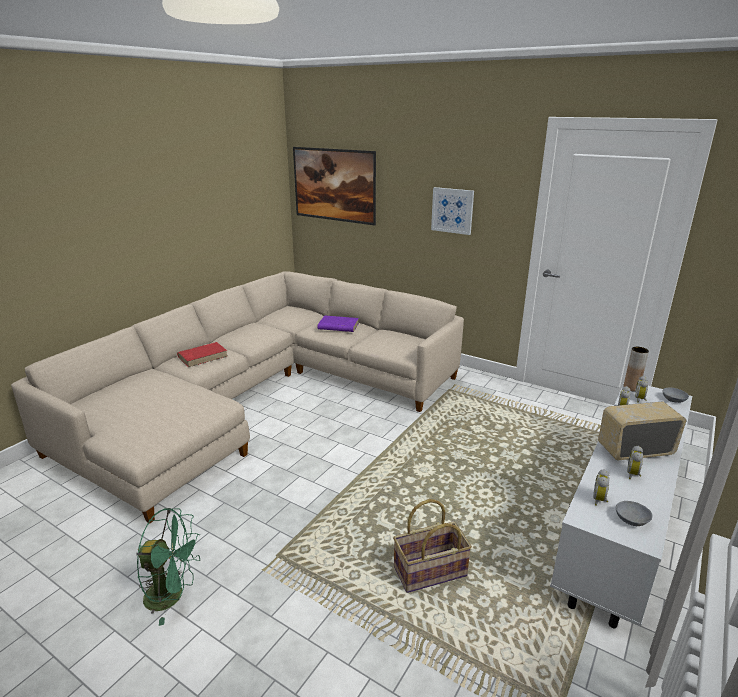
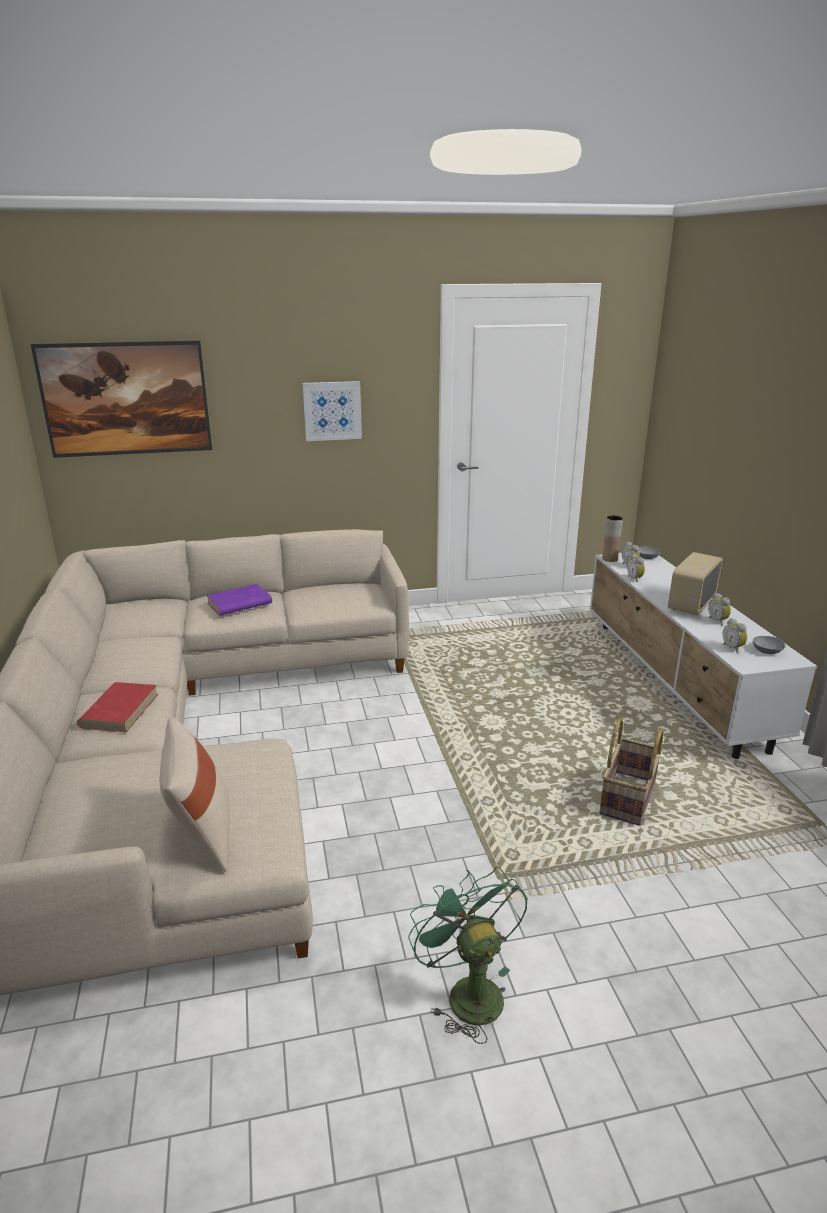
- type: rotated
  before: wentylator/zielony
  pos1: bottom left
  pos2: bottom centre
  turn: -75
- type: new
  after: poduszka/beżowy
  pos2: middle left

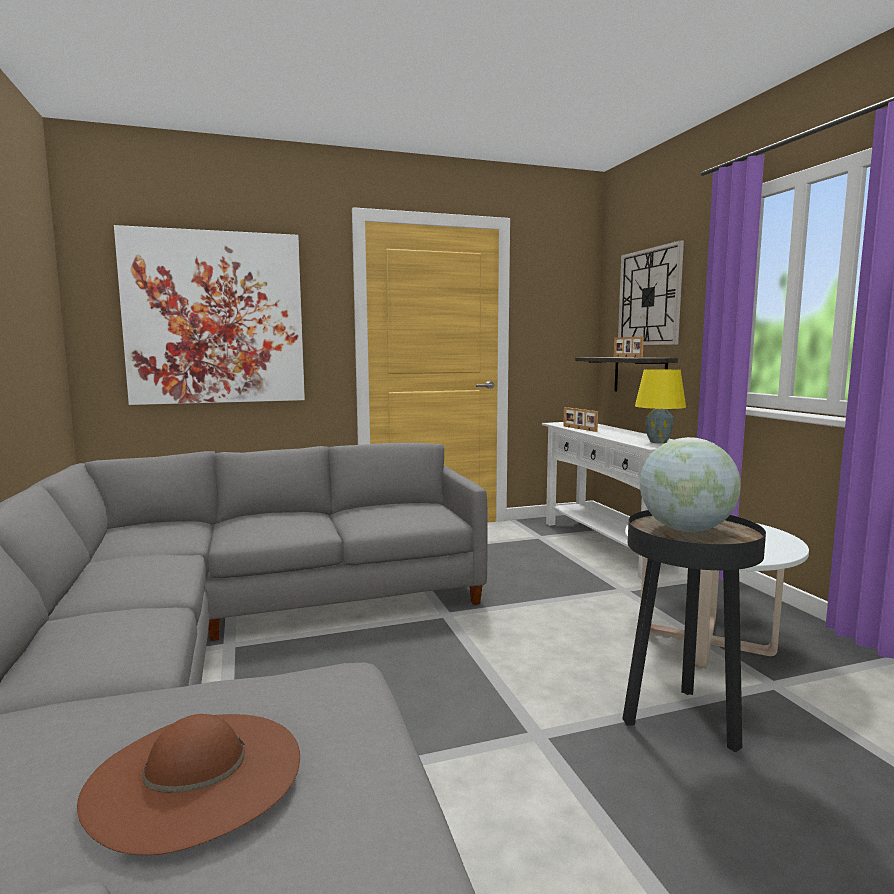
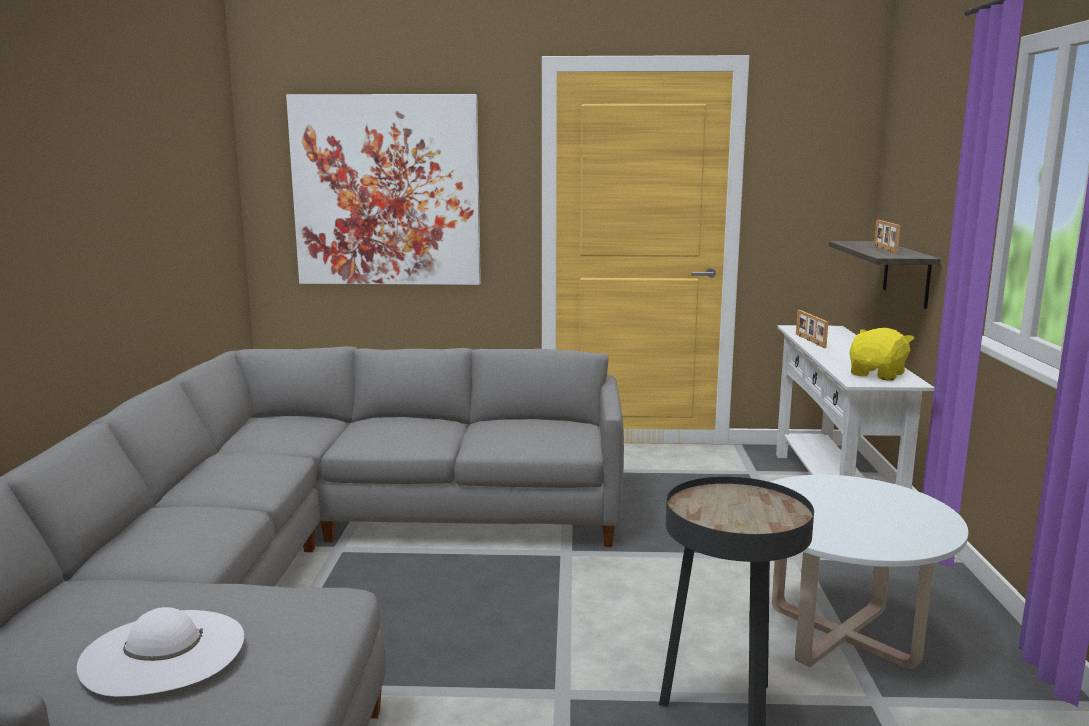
- type: repainted
  before: kapelusz/brązowy
  after: kapelusz/biały
  pos1: bottom left
  pos2: bottom left
- type: gone
  before: zegar ścienny
  pos1: top right
- type: swapped
  before: lampa stołowa/żółty
  after: pluszak/żółty
  pos1: middle right
  pos2: middle right
- type: gone
  before: globus
  pos1: middle right

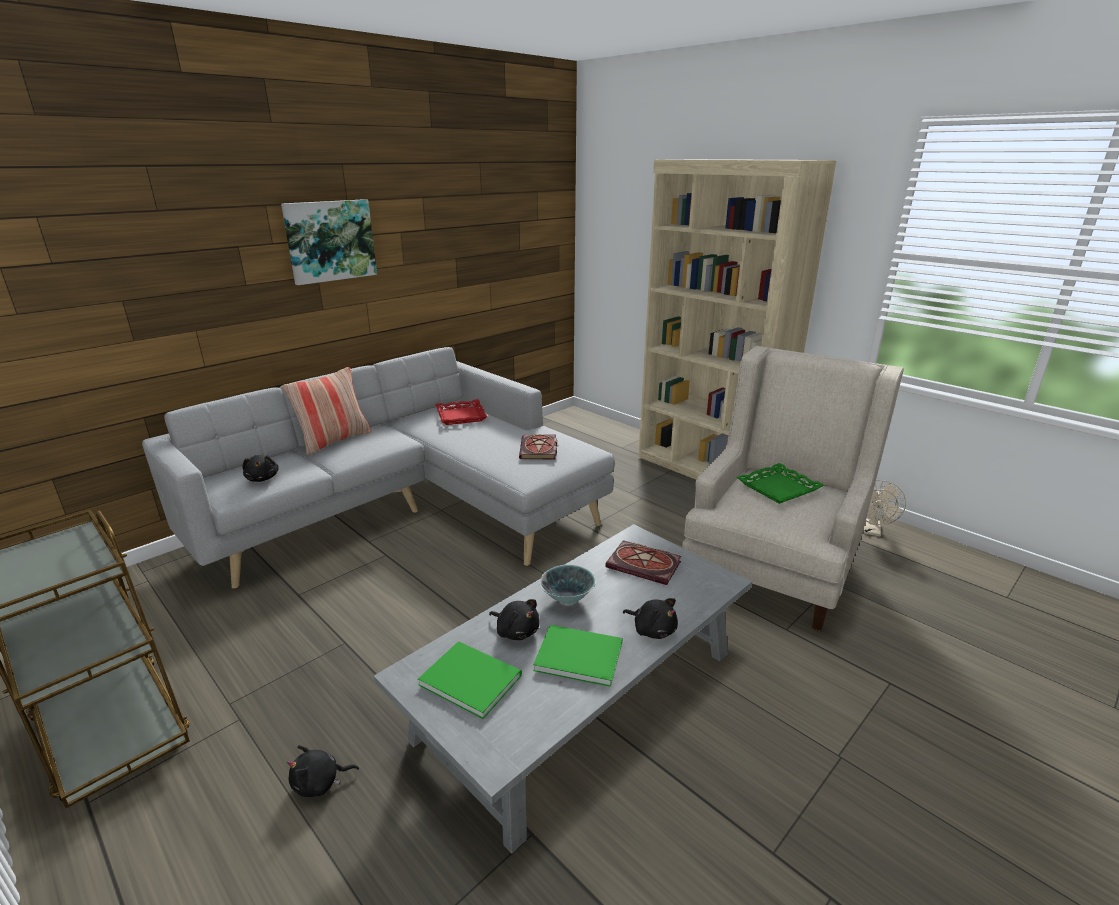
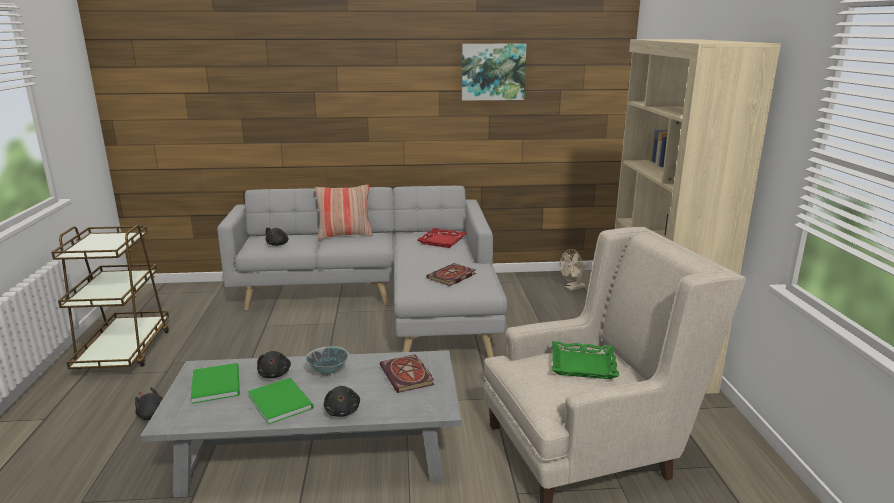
- type: shifted
  before: obraz
  pos1: top left
  pos2: top centre
- type: shifted
  before: wentylator/beżowy
  pos1: middle right
  pos2: centre

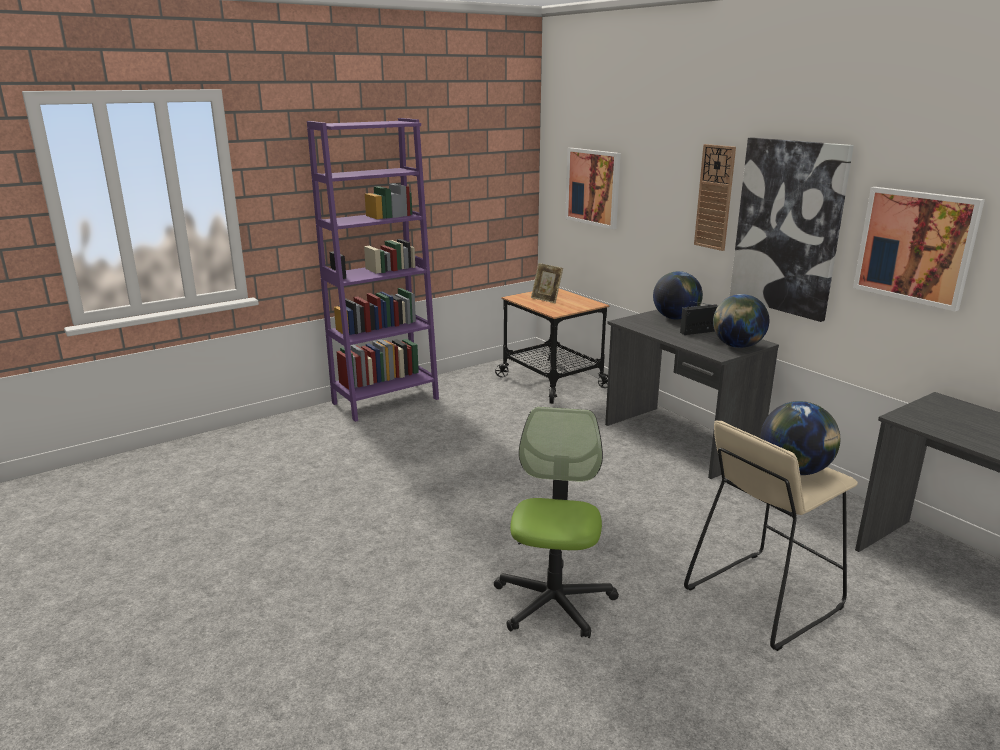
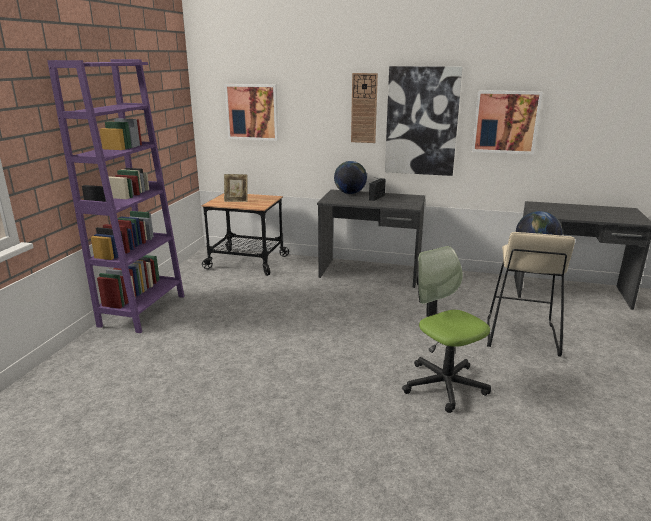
- type: gone
  before: globus (no. 2 from left)
  pos1: middle right

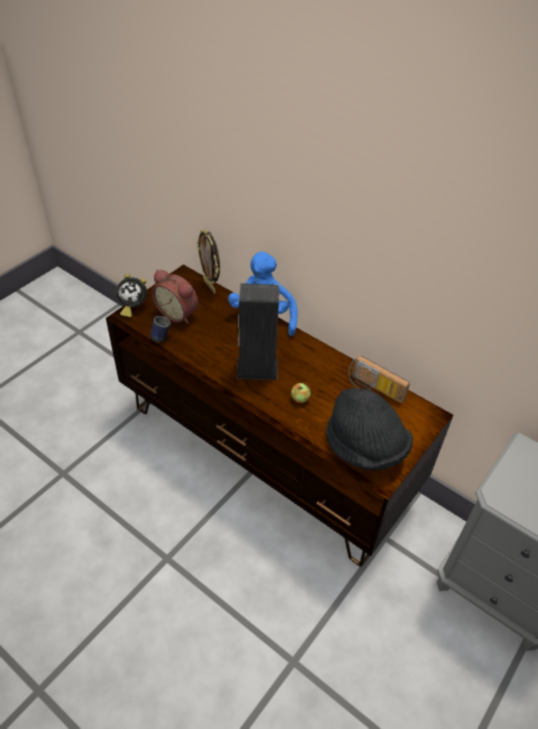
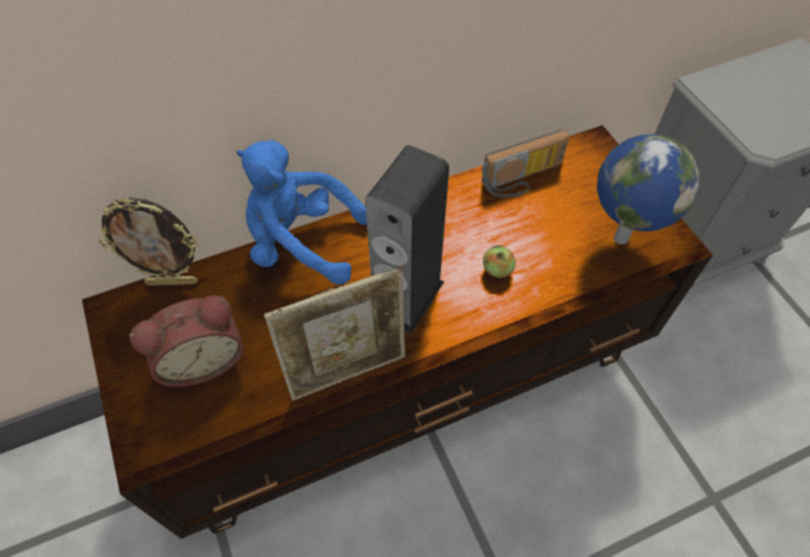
- type: gone
  before: budzik (no. 1 from left)
  pos1: middle left
- type: gone
  before: kubek/niebieski
  pos1: middle left
- type: swapped
  before: kapelusz/czarny
  after: globus
  pos1: middle right
  pos2: middle right
- type: new
  after: ramka na zdjęcie (no. 2 from left)
  pos2: centre

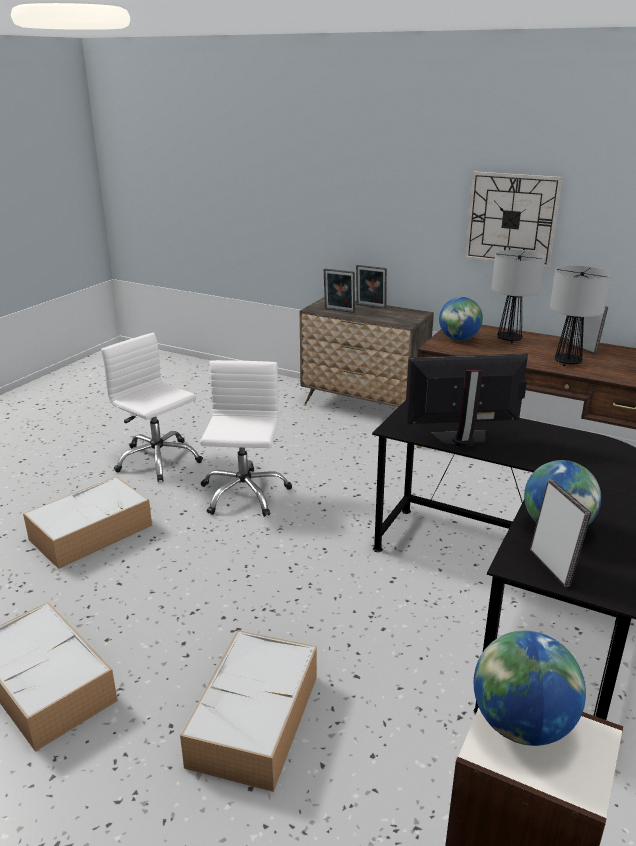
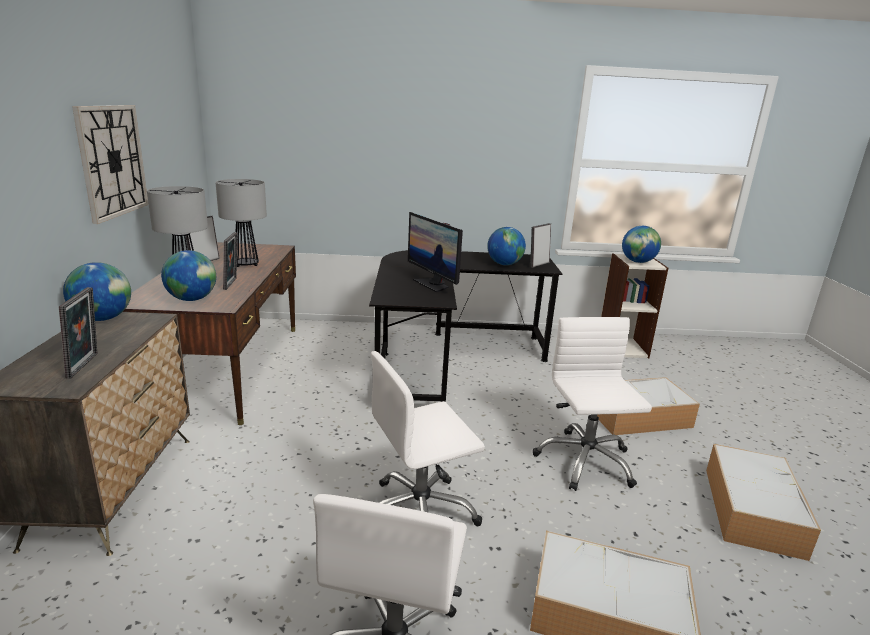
- type: shifted
  before: ramka na zdjęcie (no. 2 from left in the first image)
  after: ramka na zdjęcie (no. 3 from left)
  pos1: centre
  pos2: middle left
- type: new
  after: globus (no. 1 from left)
  pos2: middle left
- type: new
  after: krzesło biurowe/biały (no. 3 from left)
  pos2: middle right

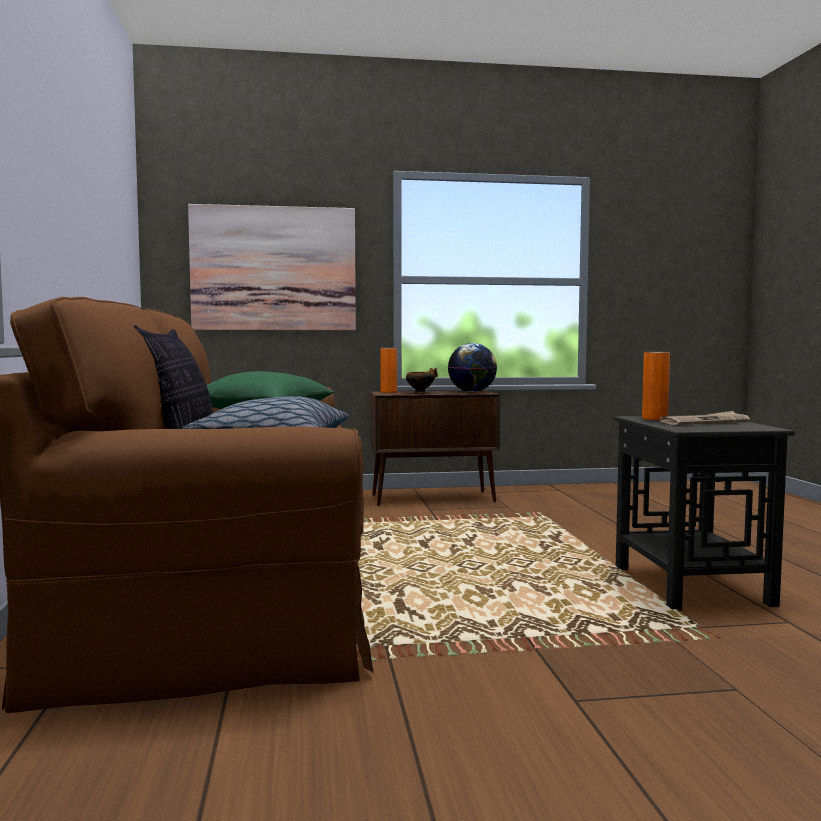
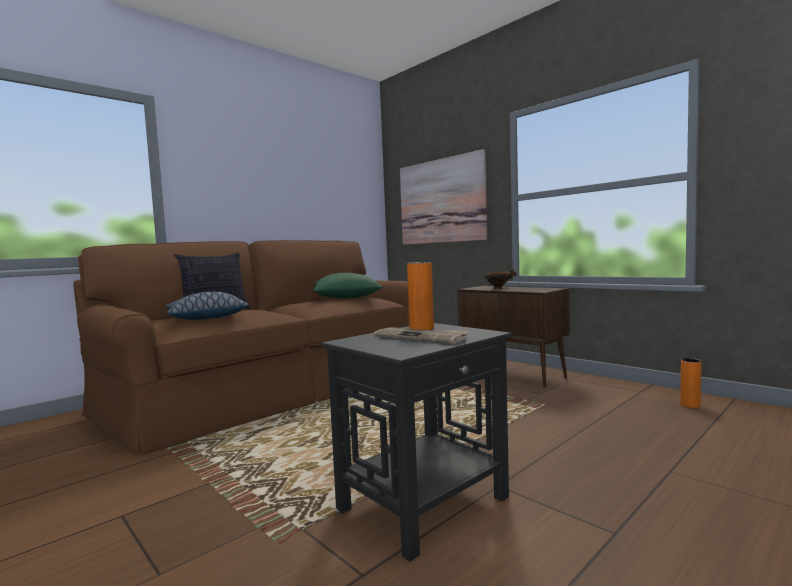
- type: shifted
  before: wazon/pomarańczowy (no. 1 from left in the first image)
  after: wazon/pomarańczowy (no. 2 from left)
  pos1: centre
  pos2: middle right
- type: gone
  before: globus
  pos1: centre

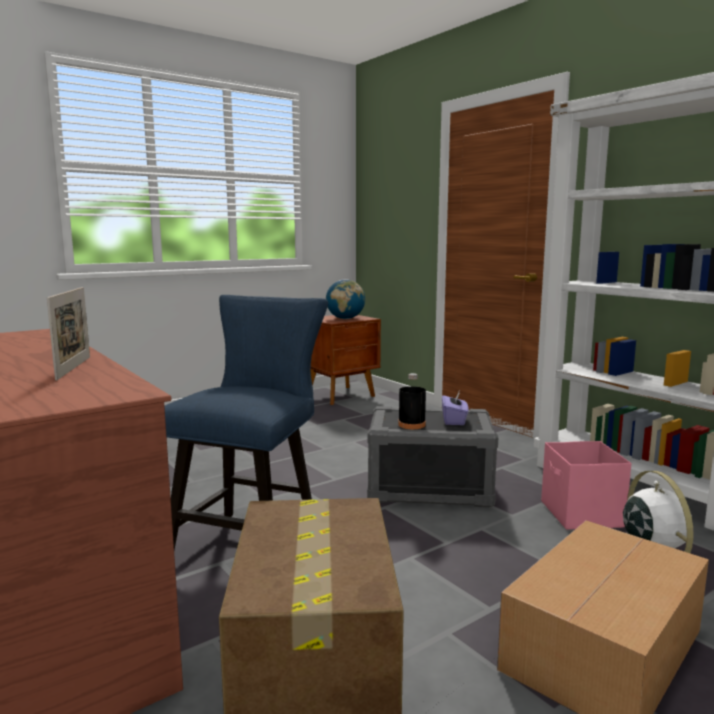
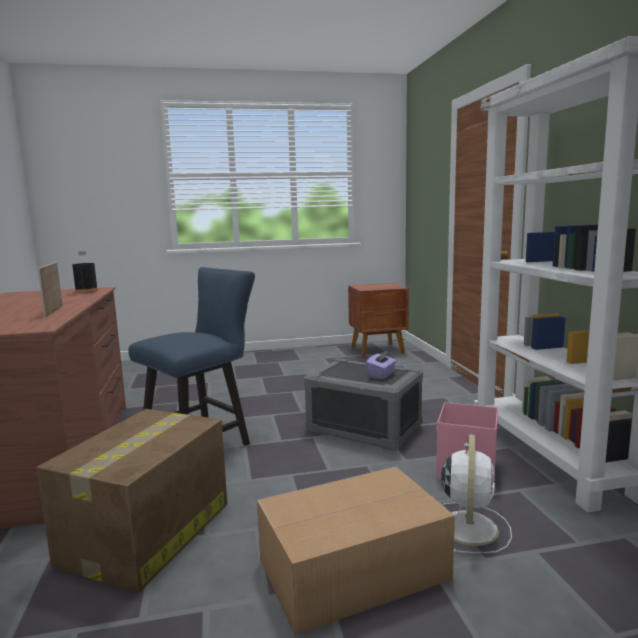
- type: rotated
  before: ramka na zdjęcie
  pos1: middle left
  pos2: middle left
  turn: 150
- type: gone
  before: globus
  pos1: centre
- type: shifted
  before: butelka/czarny
  pos1: centre
  pos2: middle left

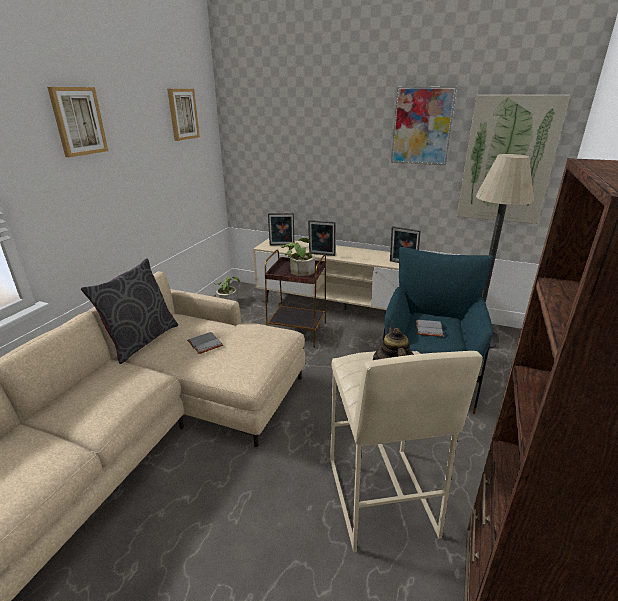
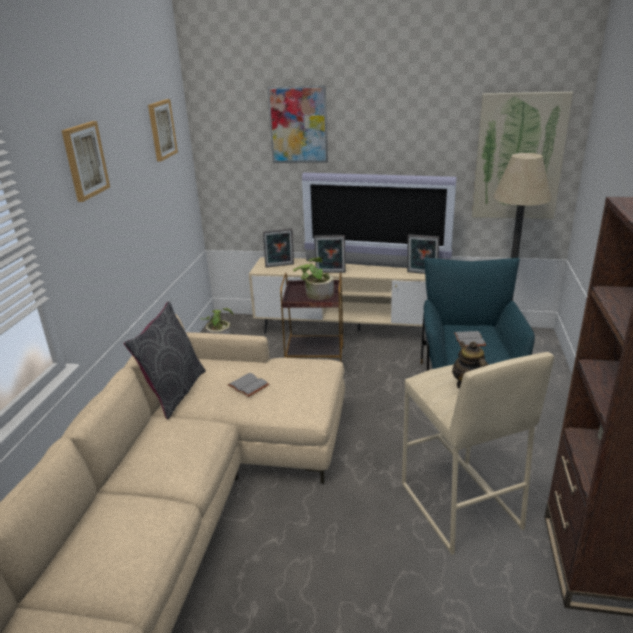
- type: shifted
  before: obraz (no. 3 from left)
  pos1: top right
  pos2: top centre
- type: new
  after: telewizor
  pos2: centre

